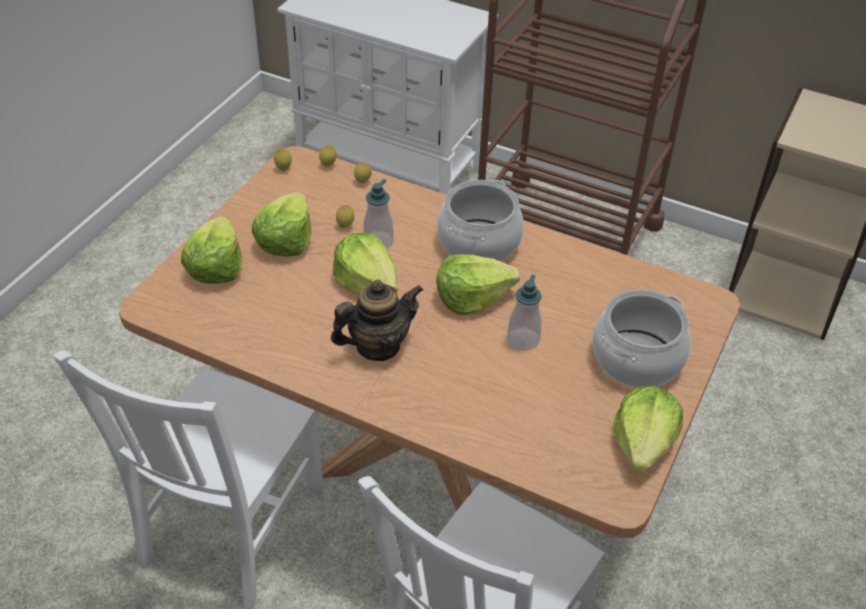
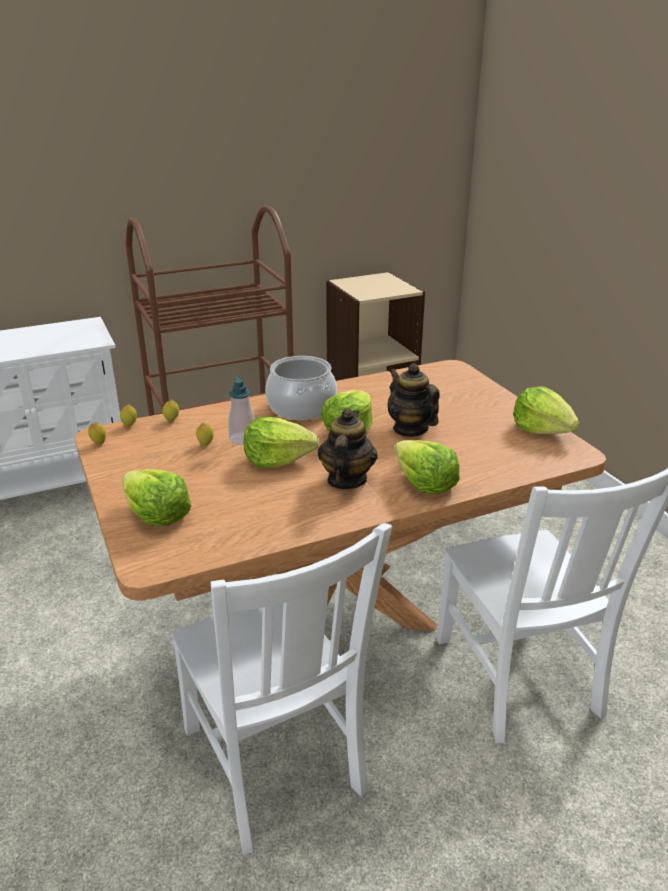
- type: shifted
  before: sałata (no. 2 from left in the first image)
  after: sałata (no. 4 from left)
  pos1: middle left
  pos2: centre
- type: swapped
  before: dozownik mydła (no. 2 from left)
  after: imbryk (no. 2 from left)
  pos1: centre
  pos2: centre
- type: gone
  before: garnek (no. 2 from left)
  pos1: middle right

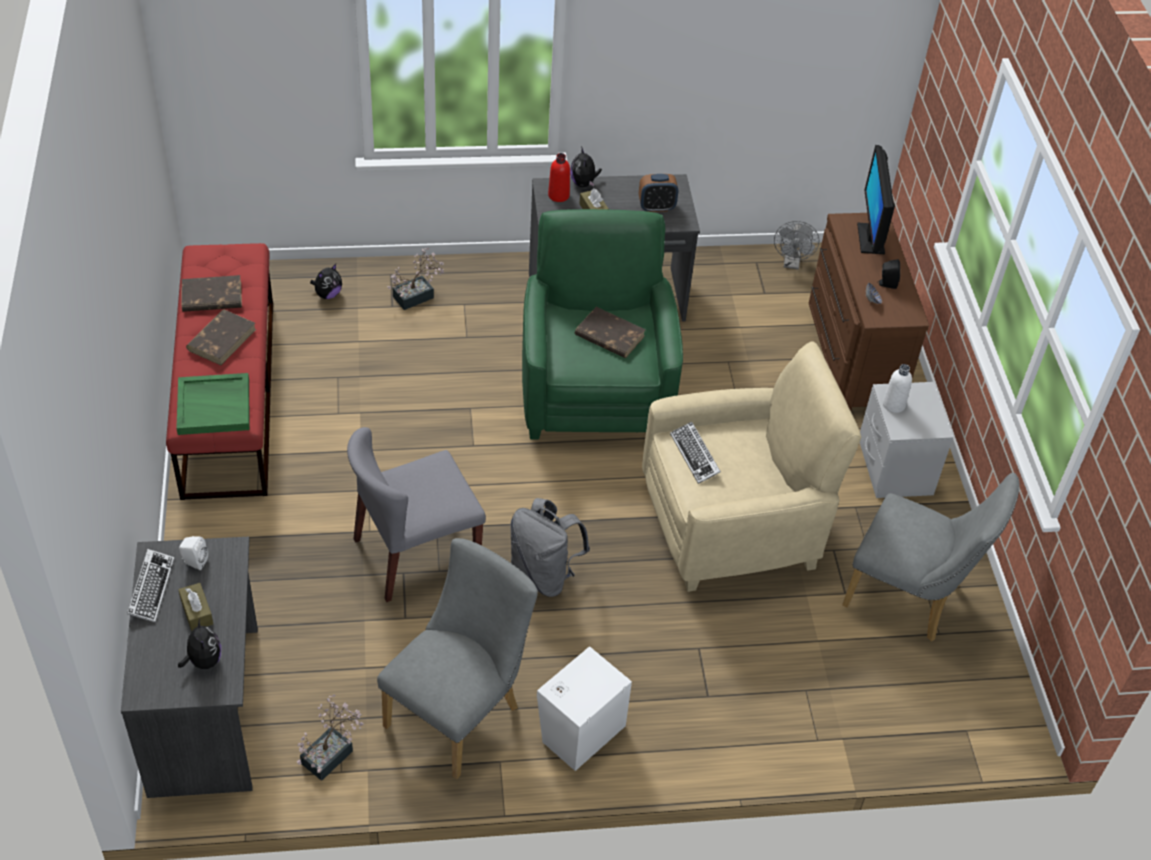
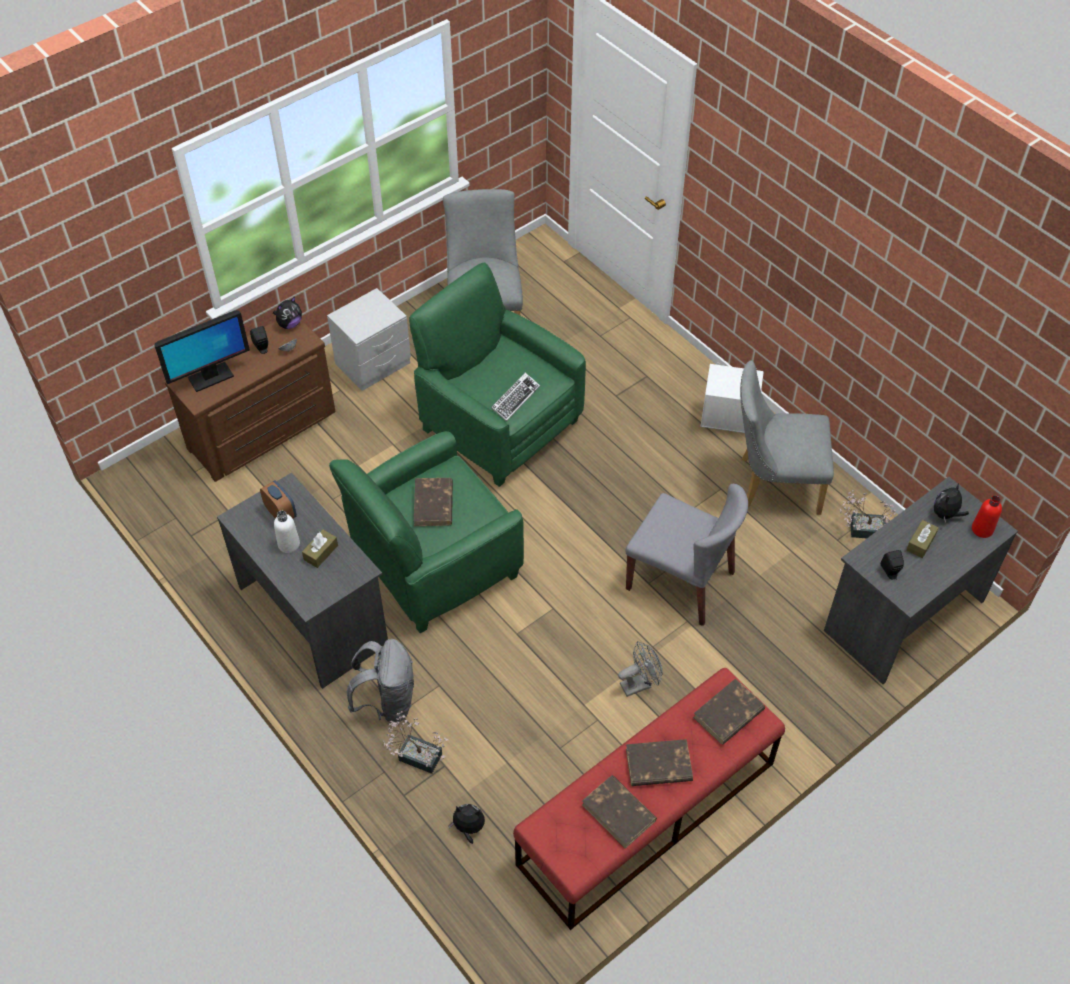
- type: gone
  before: klawiatura (no. 1 from left)
  pos1: bottom left
- type: swapped
  before: taca/zielony
  after: książka/brązowy (no. 4 from left)
  pos1: middle left
  pos2: bottom right
- type: repainted
  before: głośnik/biały (no. 1 from left)
  after: głośnik/czarny (no. 2 from left)
  pos1: middle left
  pos2: middle right
- type: shifted
  before: plecak/szary
  pos1: centre
  pos2: bottom centre
- type: shifted
  before: butelka/czerwony
  pos1: top centre
  pos2: middle right
- type: shifted
  before: pluszak (no. 3 from left in the first image)
  after: pluszak (no. 1 from left)
  pos1: top centre
  pos2: top left
- type: repainted
  before: fotel/beżowy
  after: fotel/zielony (no. 2 from left)
  pos1: centre
  pos2: centre
- type: shifted
  before: wentylator/szary
  pos1: top right
  pos2: bottom centre
- type: shifted
  before: butelka/biały
  pos1: middle right
  pos2: middle left

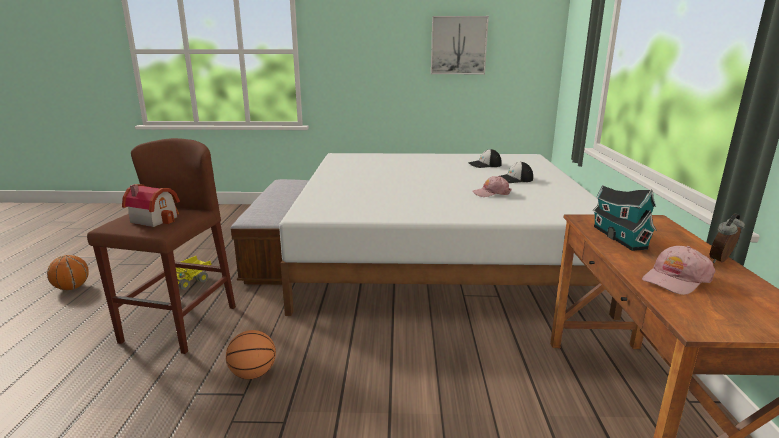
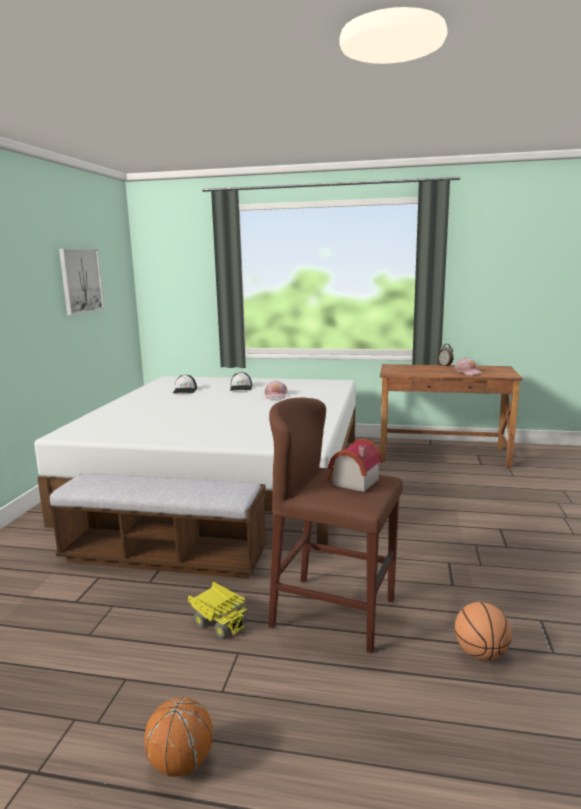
- type: shifted
  before: piłka do koszykówki (no. 2 from left)
  pos1: bottom left
  pos2: bottom right
- type: gone
  before: domek (no. 2 from left)
  pos1: middle right

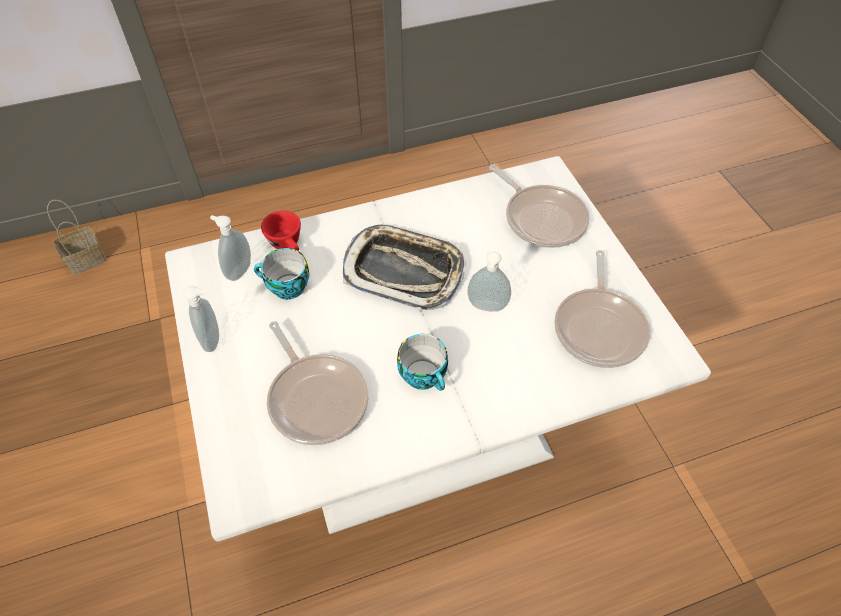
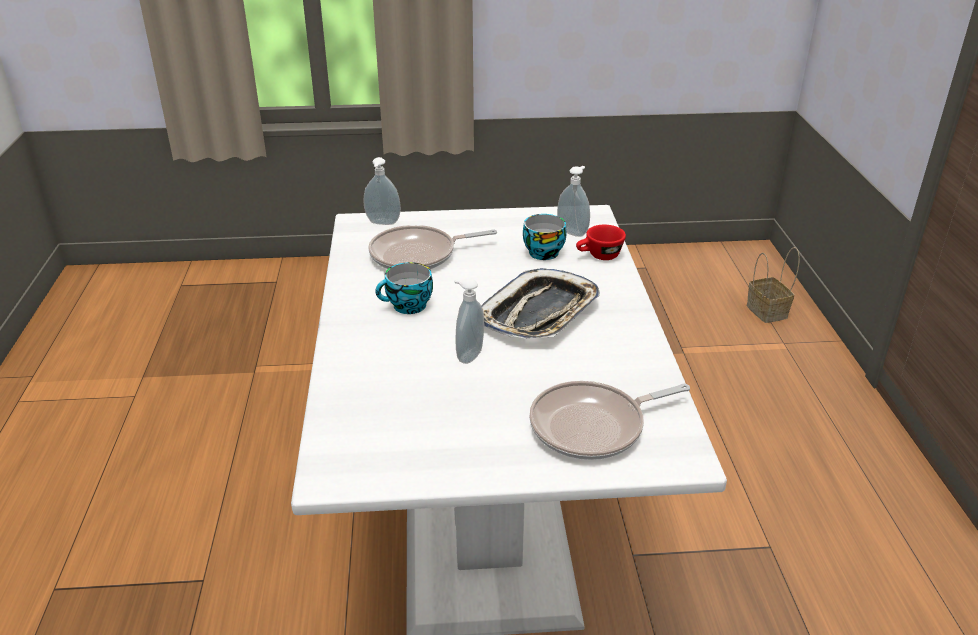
- type: shifted
  before: dozownik mydła (no. 1 from left)
  pos1: middle left
  pos2: top centre
- type: gone
  before: patelnia (no. 3 from left)
  pos1: middle right

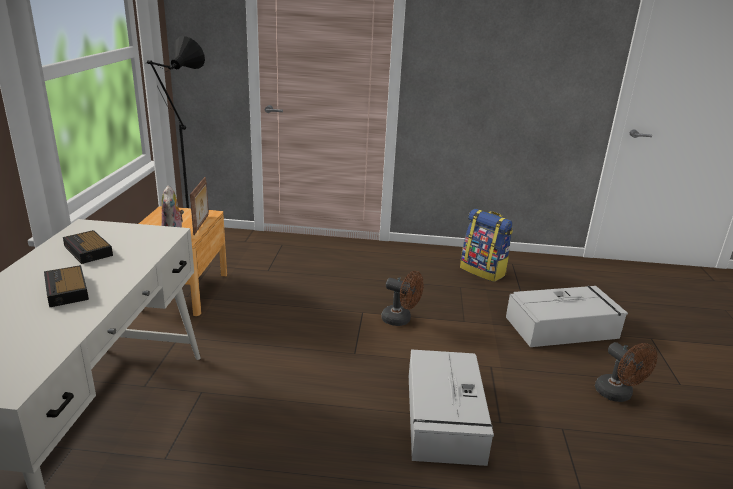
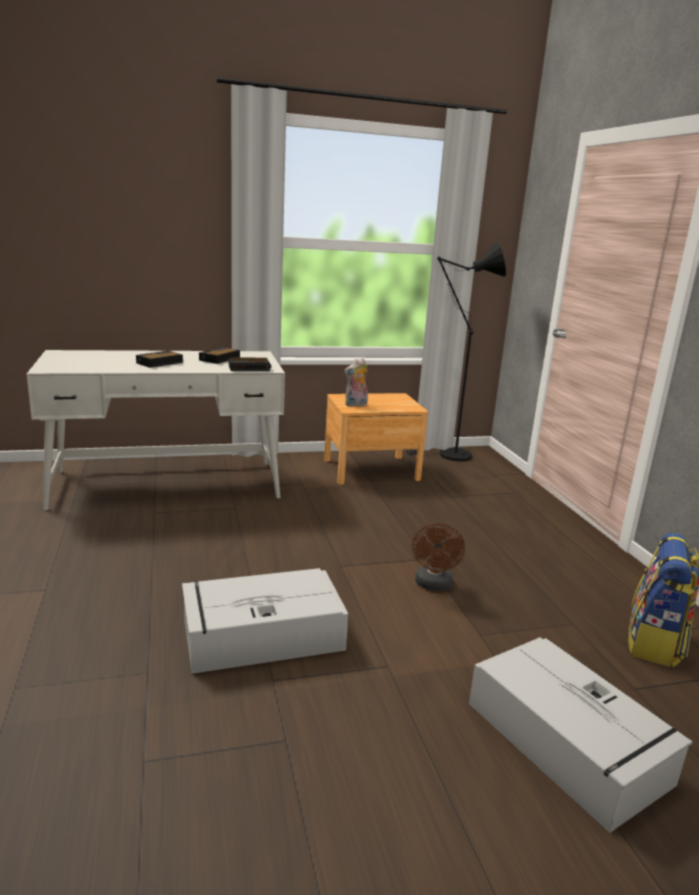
- type: gone
  before: ramka na zdjęcie
  pos1: middle left
- type: gone
  before: wentylator/brązowy (no. 2 from left)
  pos1: bottom right
- type: new
  after: budzik (no. 3 from left)
  pos2: centre

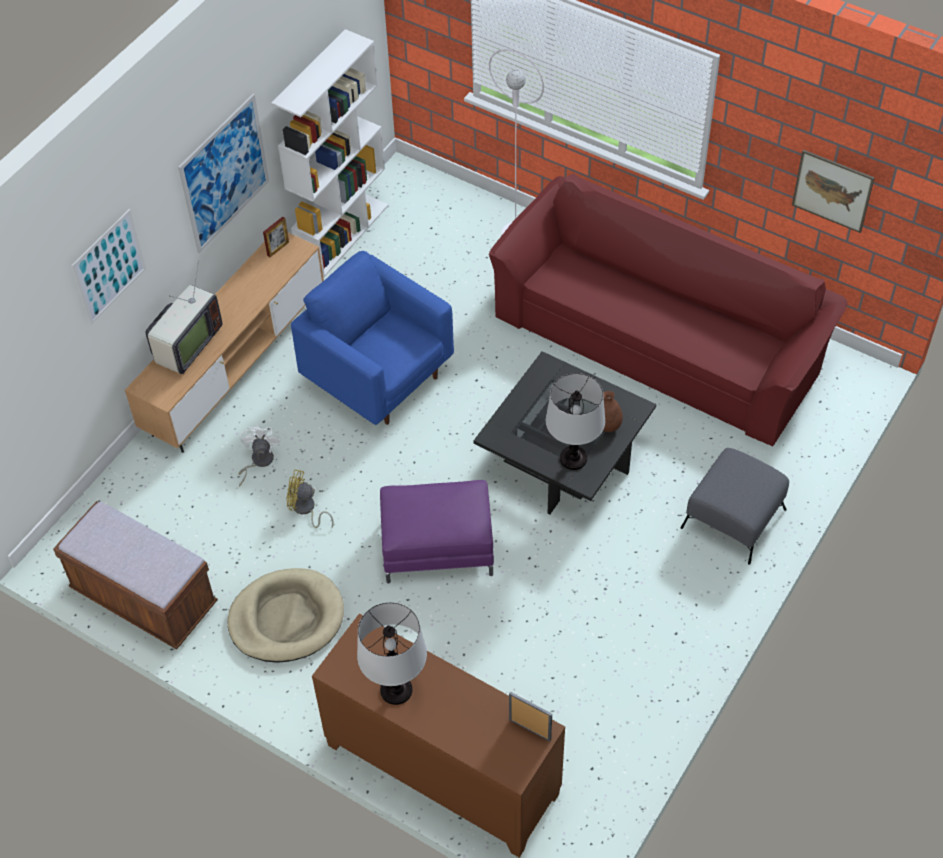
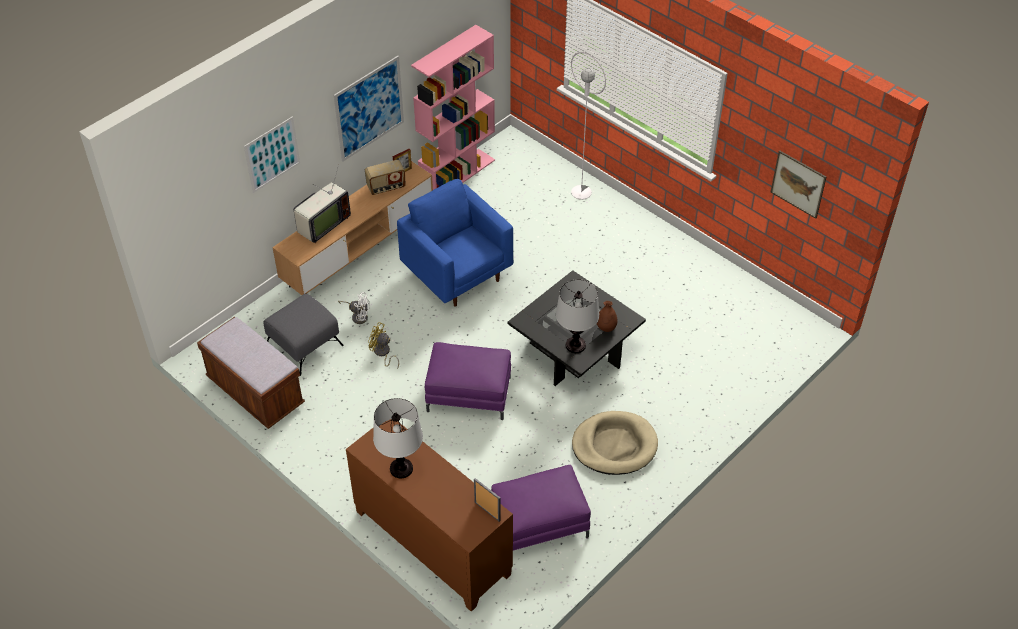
- type: shifted
  before: legowisko/beżowy
  pos1: bottom left
  pos2: bottom centre
- type: rotated
  before: wentylator/biały
  pos1: middle left
  pos2: centre
  turn: 90
- type: repainted
  before: regał/biały
  after: regał/różowy
  pos1: top centre
  pos2: top centre
- type: gone
  before: kanapa/czerwony
  pos1: middle right
- type: shifted
  before: pufa/szary
  pos1: middle right
  pos2: middle left
- type: new
  after: radio
  pos2: top centre
- type: new
  after: pufa/fioletowy (no. 2 from left)
  pos2: bottom centre

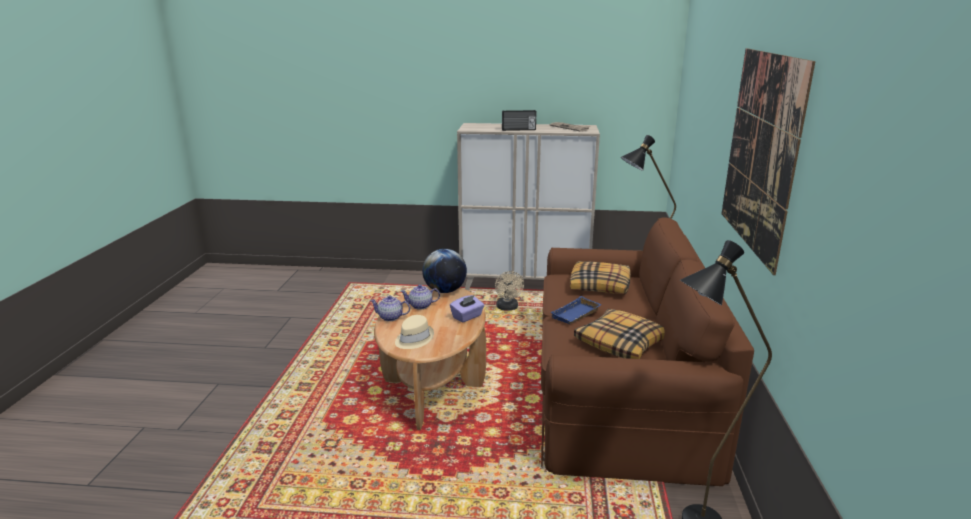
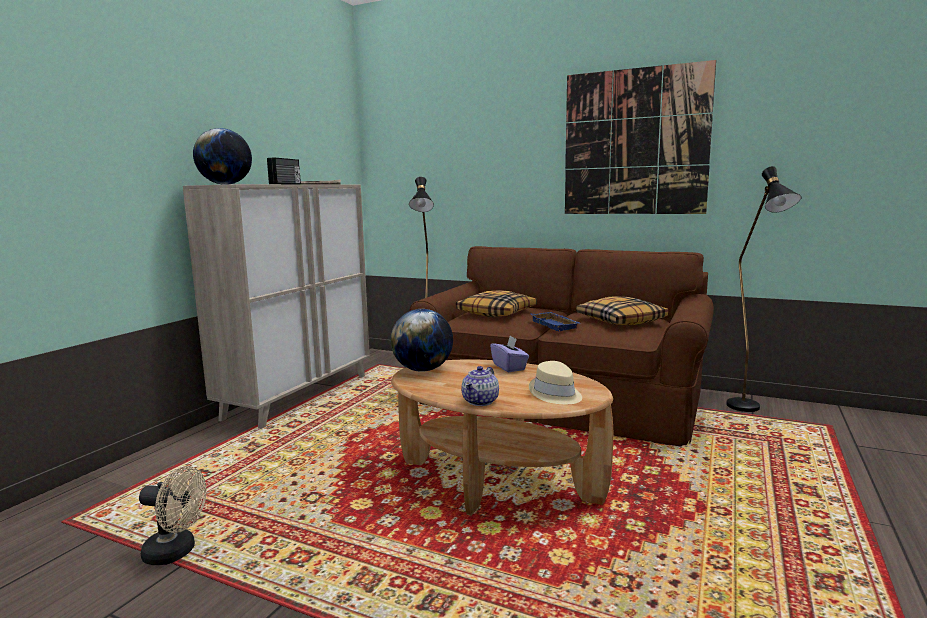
- type: gone
  before: imbryk (no. 2 from left)
  pos1: centre
- type: shifted
  before: wentylator/beżowy
  pos1: centre
  pos2: bottom left
- type: new
  after: globus (no. 1 from left)
  pos2: top left

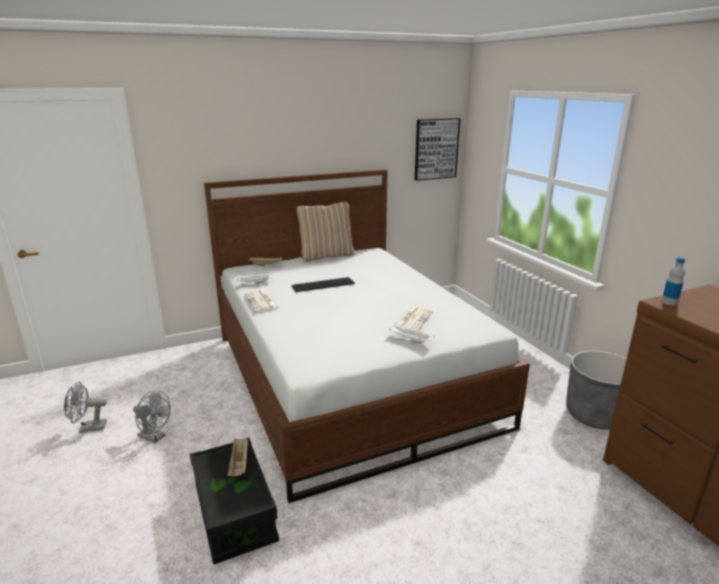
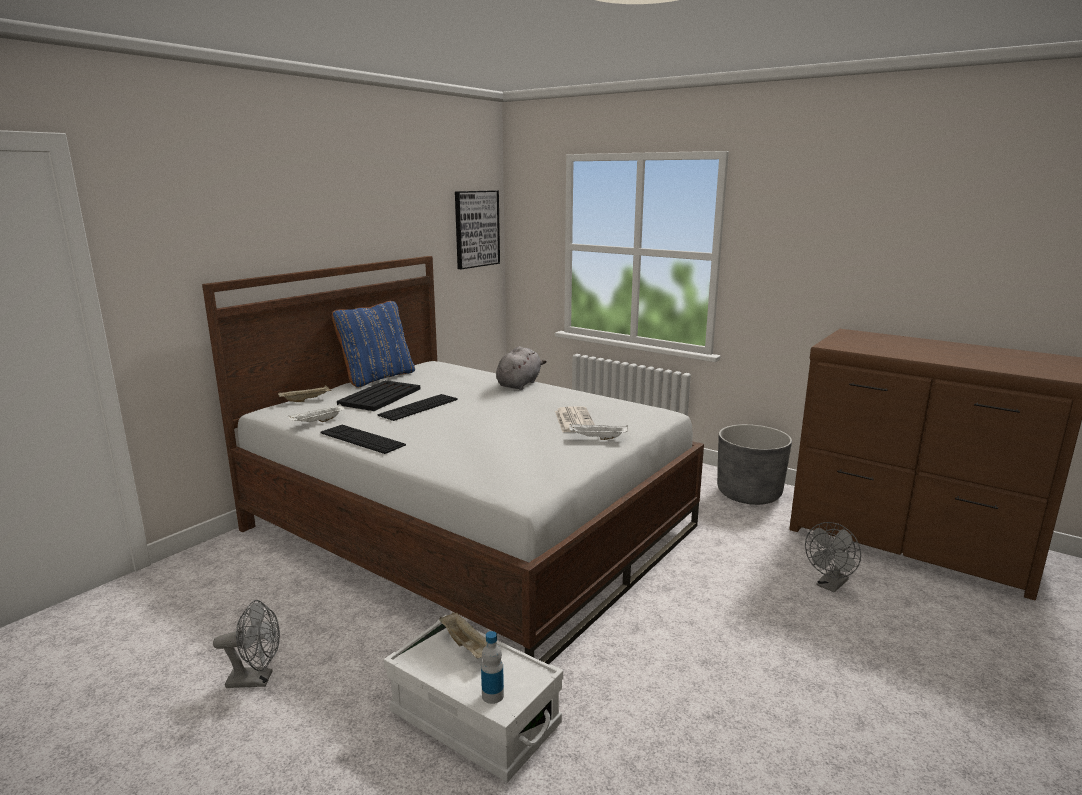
- type: shifted
  before: wentylator/szary (no. 1 from left in the first image)
  after: wentylator/szary (no. 2 from left)
  pos1: bottom left
  pos2: bottom right
- type: repainted
  before: pojemnik do przechowywania/czarny
  after: pojemnik do przechowywania/biały
  pos1: bottom left
  pos2: bottom centre
- type: swapped
  before: gazeta (no. 1 from left)
  after: klawiatura (no. 1 from left)
  pos1: centre
  pos2: centre
- type: repainted
  before: poduszka/beżowy
  after: poduszka/niebieski
  pos1: centre
  pos2: centre
- type: shifted
  before: butelka
  pos1: middle right
  pos2: bottom centre
- type: new
  after: taca/czarny
  pos2: centre
- type: new
  after: pluszak/szary
  pos2: centre

